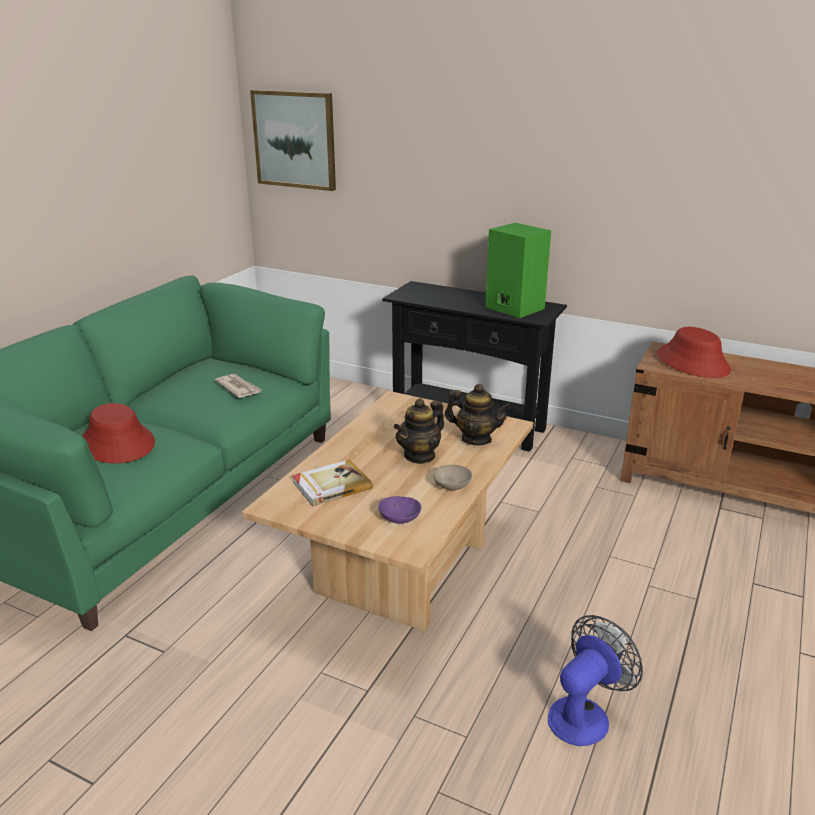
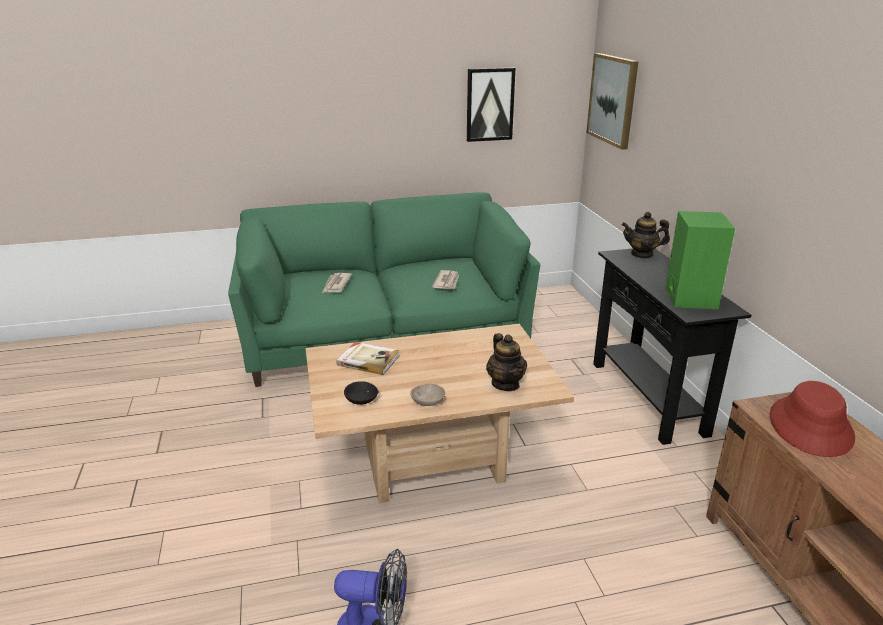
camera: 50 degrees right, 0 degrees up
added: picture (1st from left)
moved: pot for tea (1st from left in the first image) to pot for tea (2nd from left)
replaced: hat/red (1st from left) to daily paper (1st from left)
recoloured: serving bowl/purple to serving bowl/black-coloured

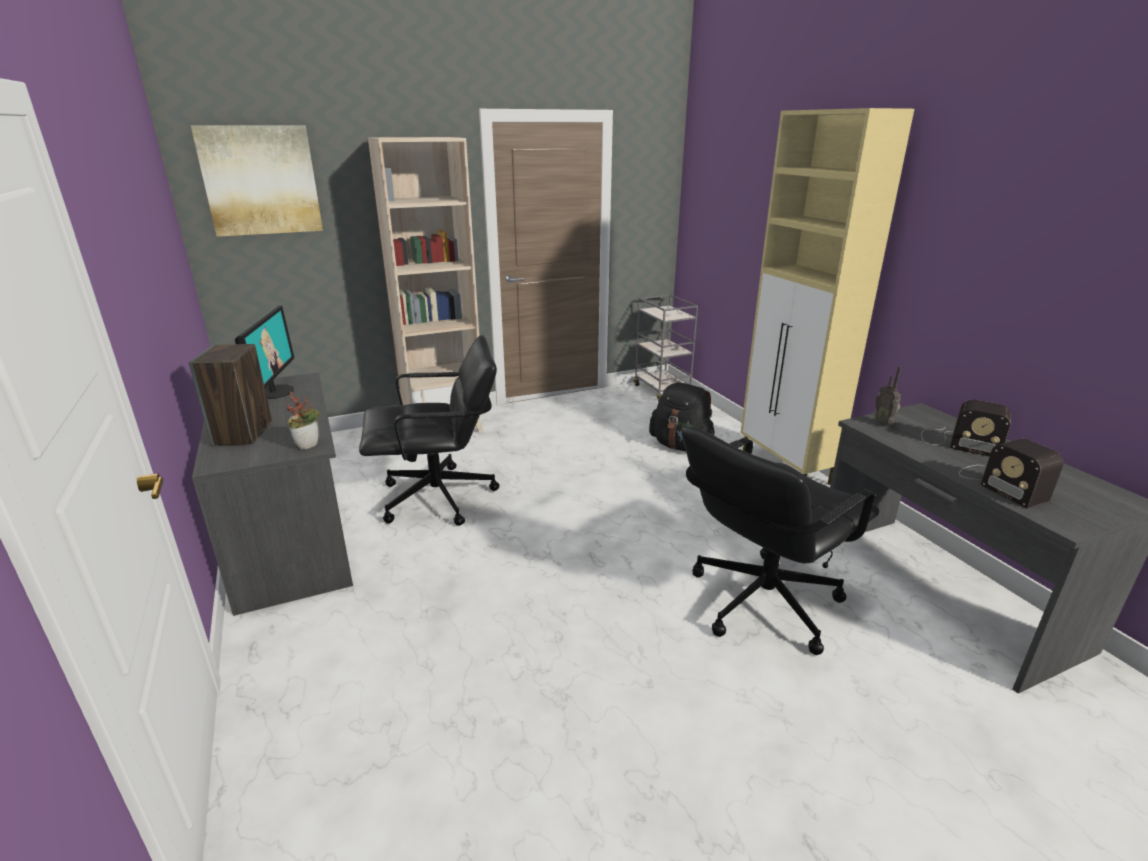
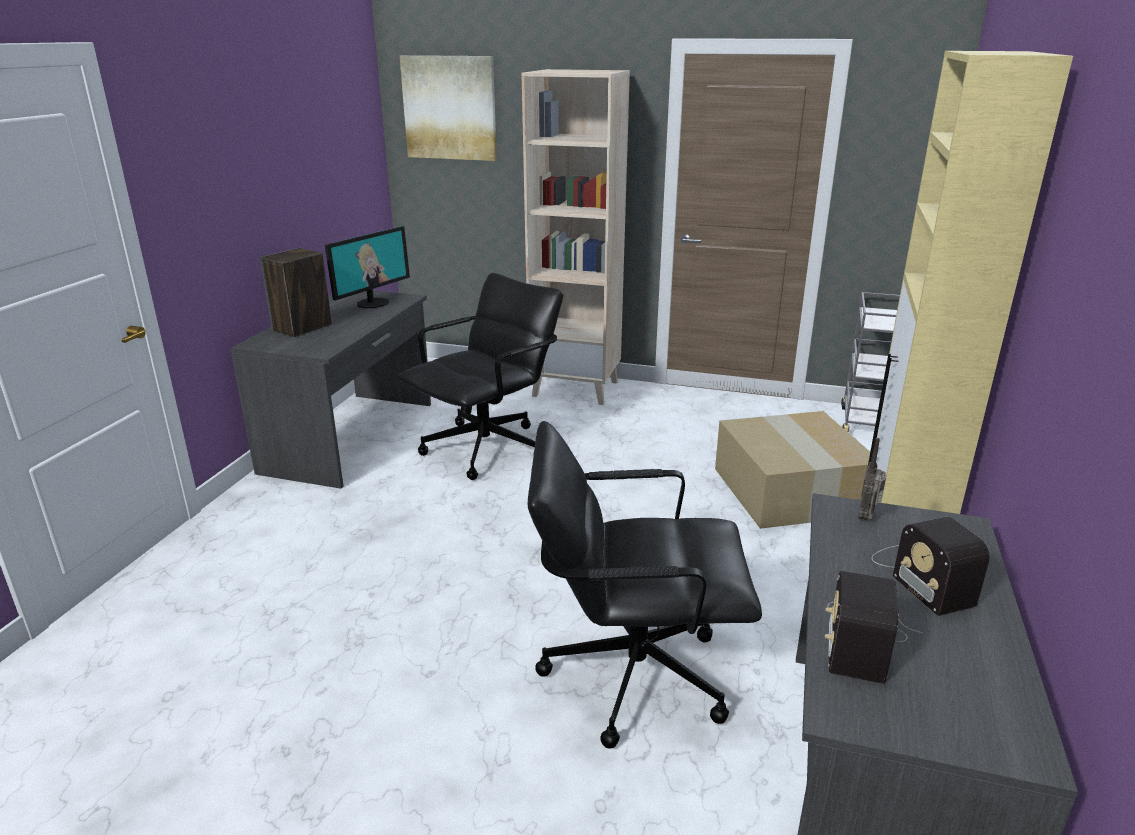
camera: 40 degrees right, 0 degrees up
removed: plant in a pot
replaced: backpack/black-coloured to cardboard box
turned: office chair/black-coloured (1st from left) 75 degrees counterclockwise

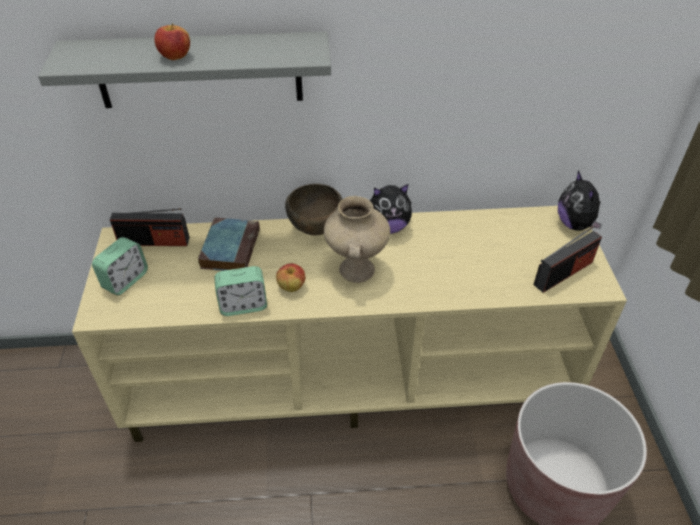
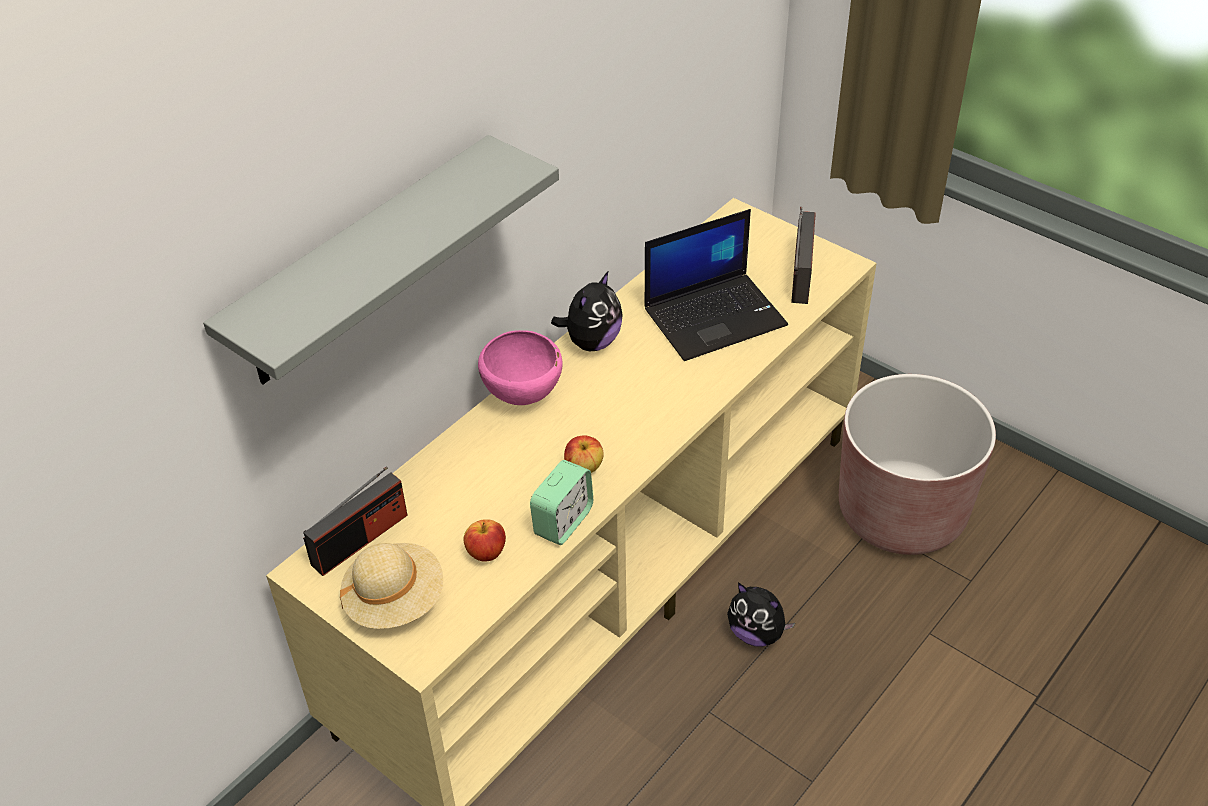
camera: 45 degrees left, 0 degrees up
removed: bound book; decorative vase/beige-coloured
added: laptop
moved: whole apple (1st from left); soft toy (2nd from left)
replaced: alarm clock (1st from left) to hat/beige-coloured
recoloured: serving bowl/brownish to serving bowl/pinkish

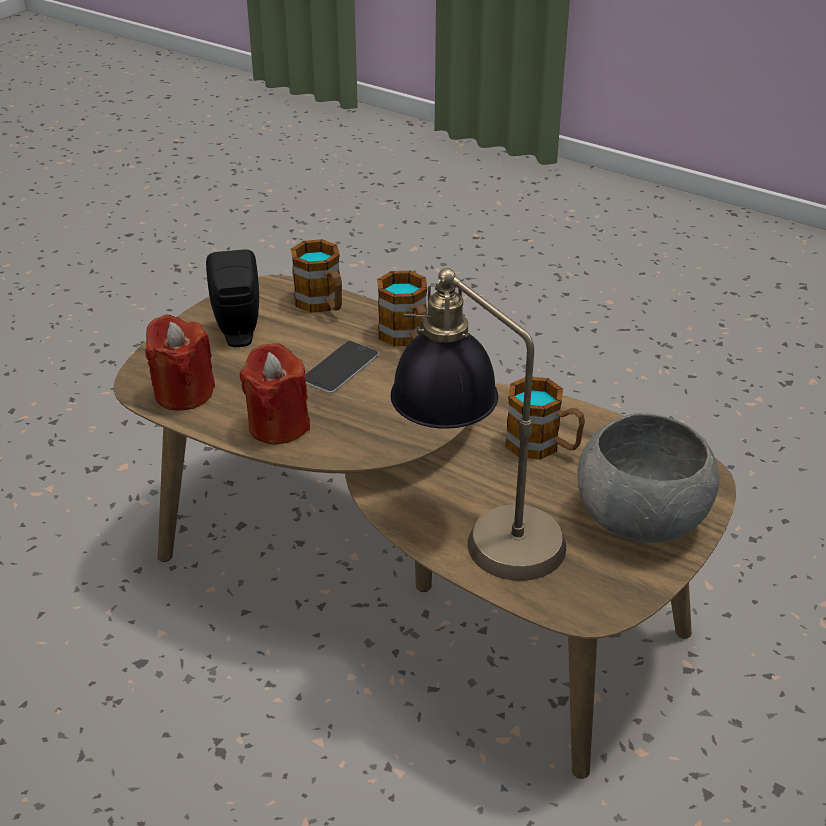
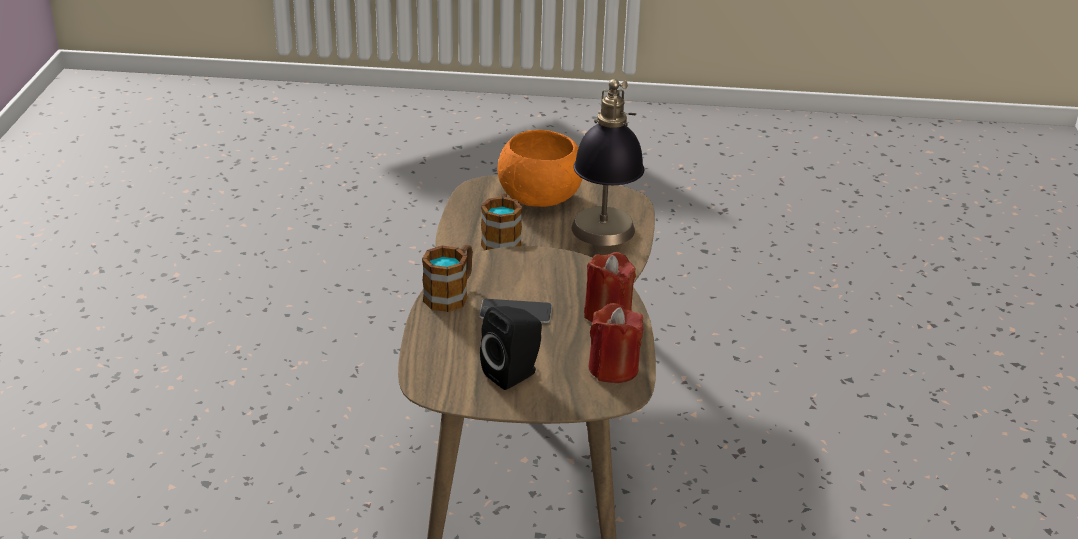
camera: 120 degrees left, 5 degrees down
removed: mug (1st from left)
recoloured: serving bowl/grey to serving bowl/orange-coloured

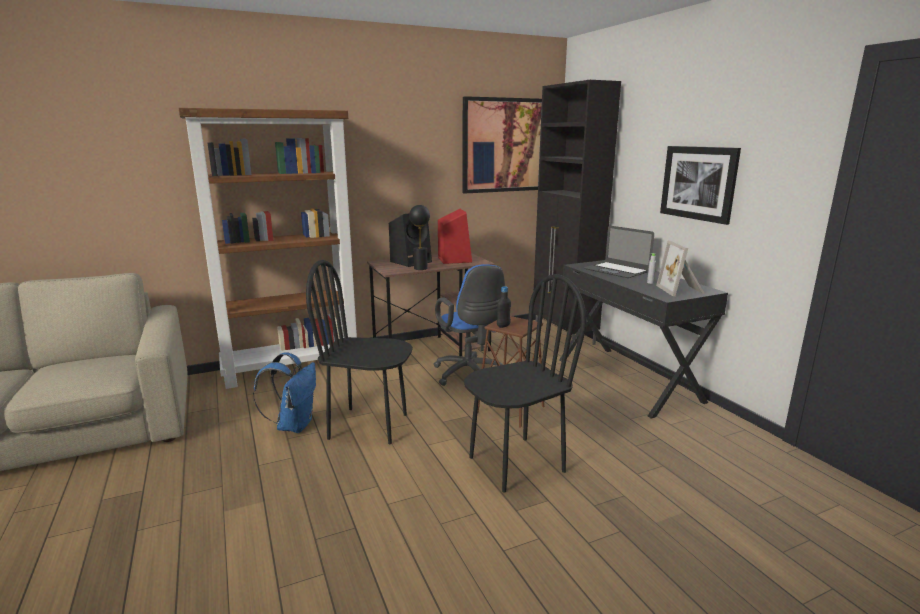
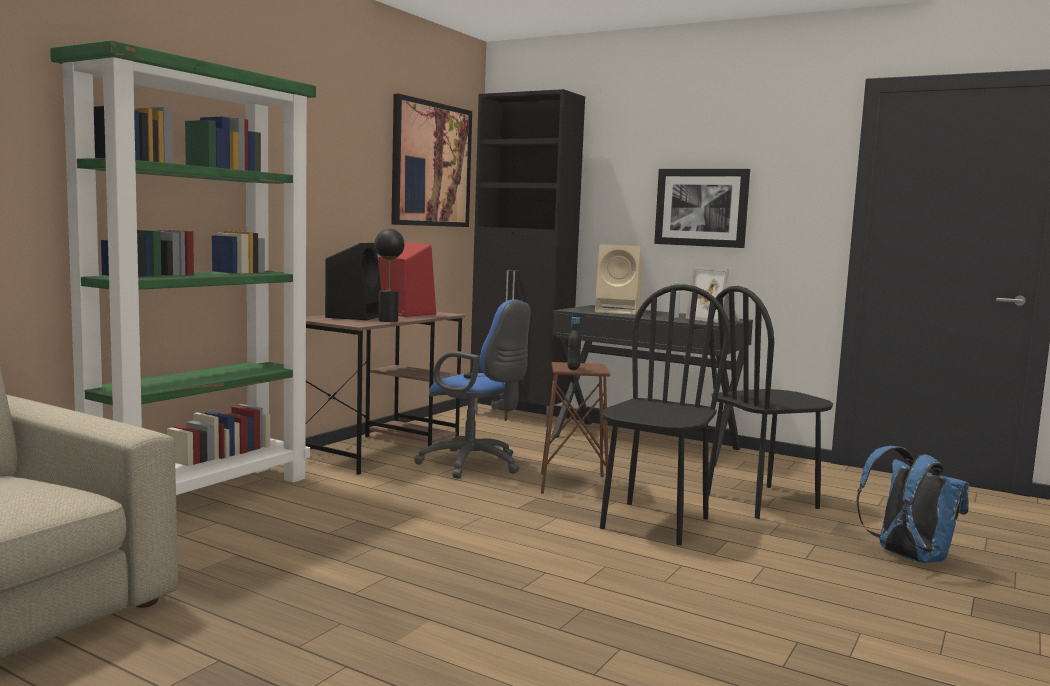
camera: 35 degrees left, 10 degrees down
moved: backpack/blue-coloured; upright chair/black-coloured (1st from left in the first image) to upright chair/black-coloured (2nd from left)
replaced: laptop to speaker/beige-coloured
recoloured: bookshelf/brownish to bookshelf/greenish

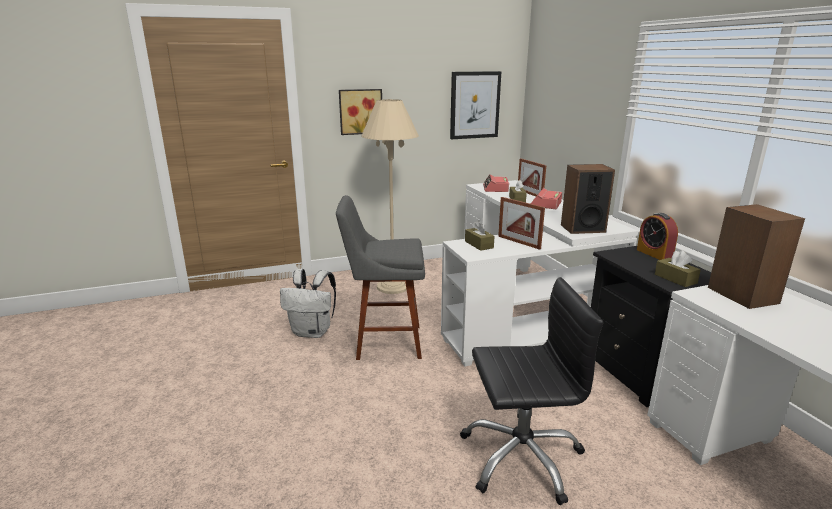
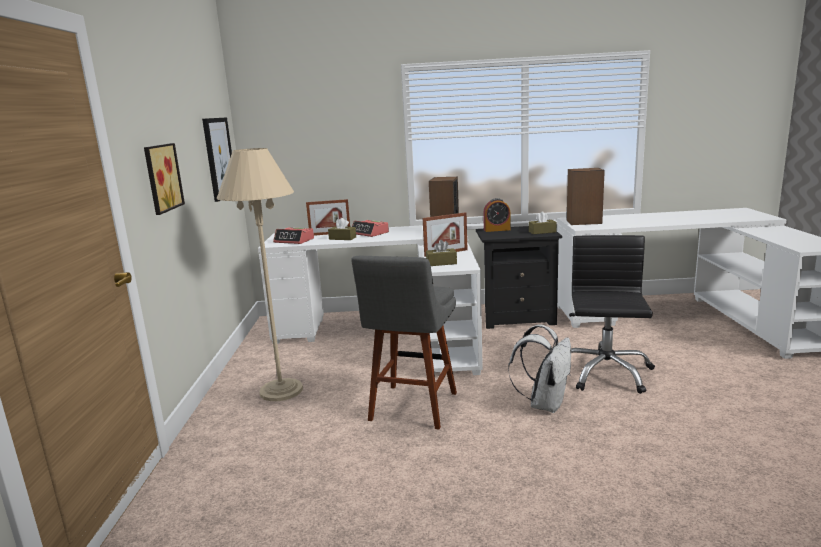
camera: 70 degrees left, 5 degrees down
moved: backpack/whitish

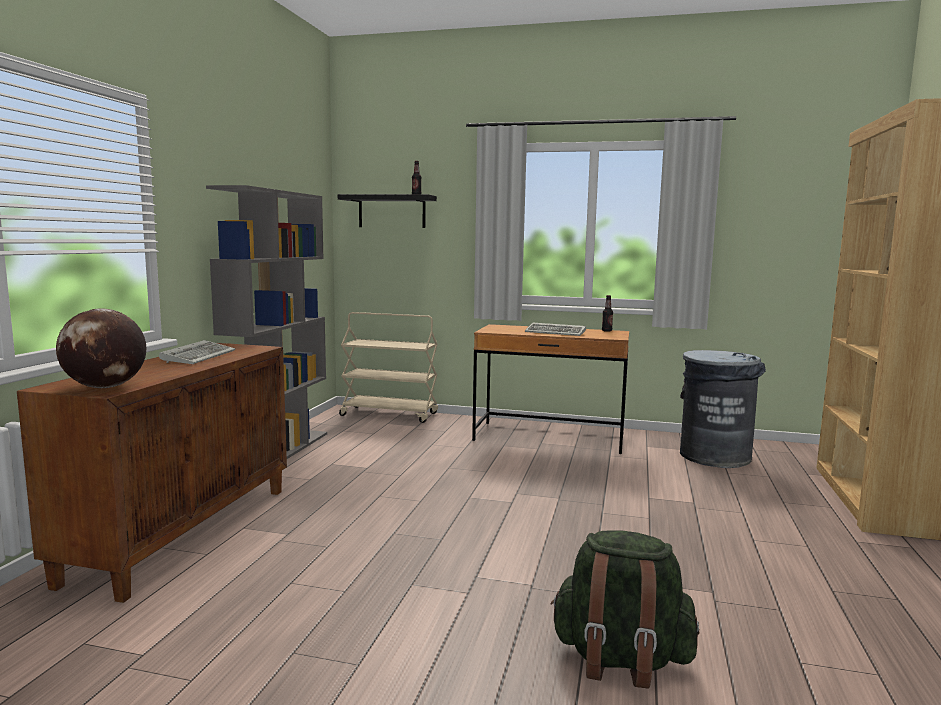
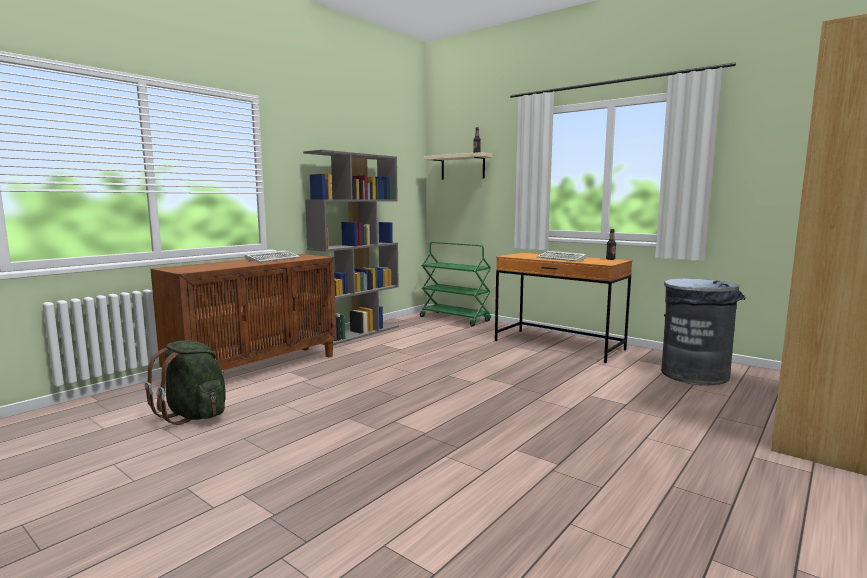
camera: 25 degrees right, 0 degrees up
removed: globe
moved: backpack/greenish
recoloured: bracket shelf/black-coloured to bracket shelf/beige-coloured; wheeled cart/beige-coloured to wheeled cart/greenish

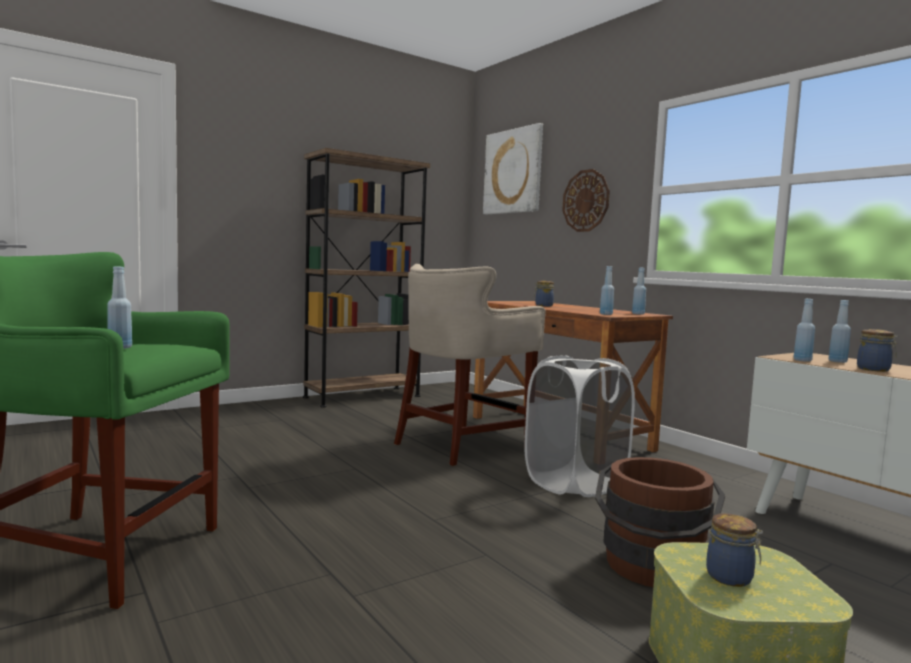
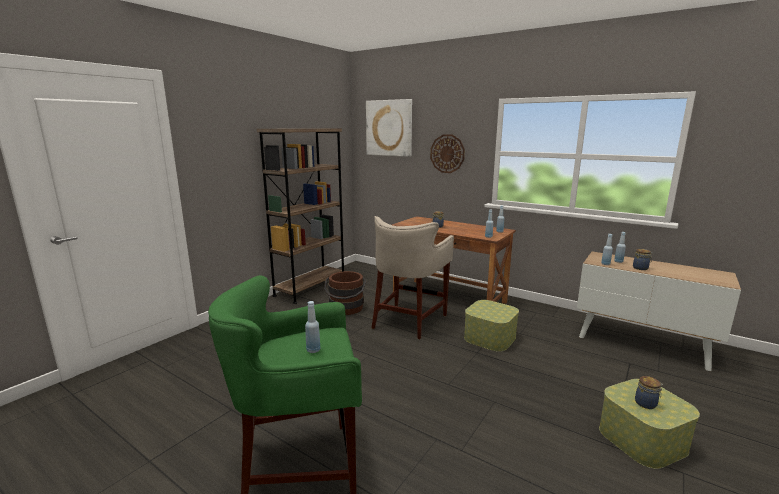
camera: 20 degrees left, 10 degrees up
moved: bucket/brownish
replaced: laundry basket/whitish to storage container (1st from left)

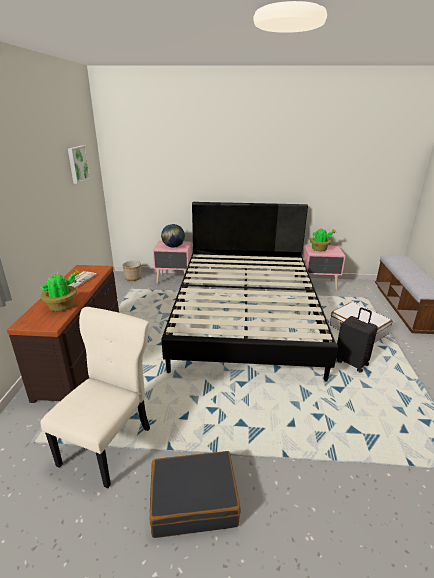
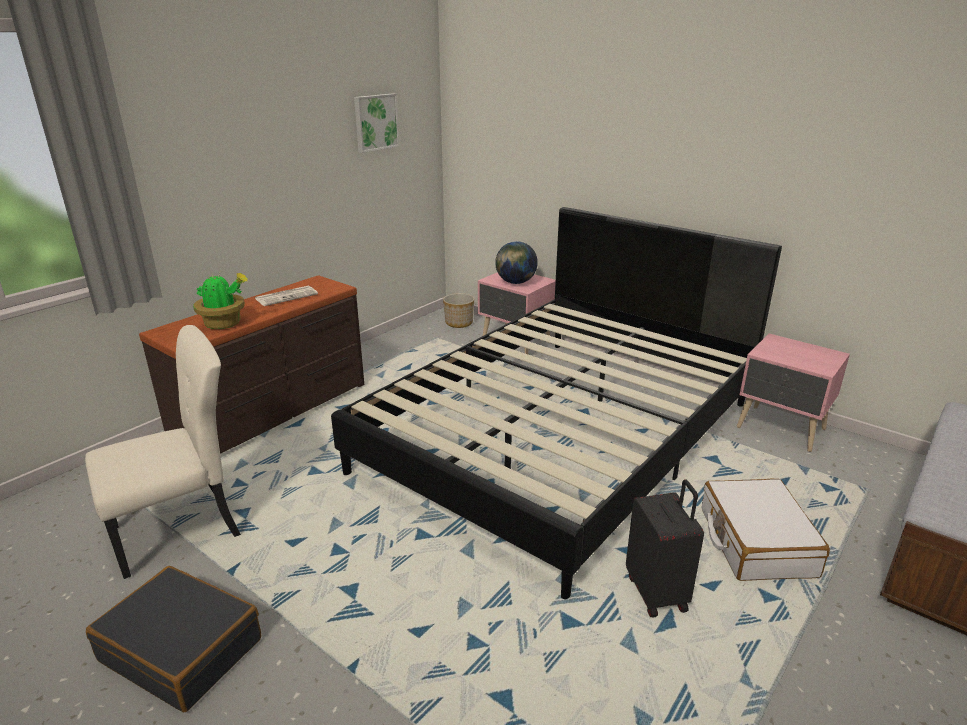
camera: 35 degrees right, 0 degrees up
removed: plant in a pot (2nd from left)

